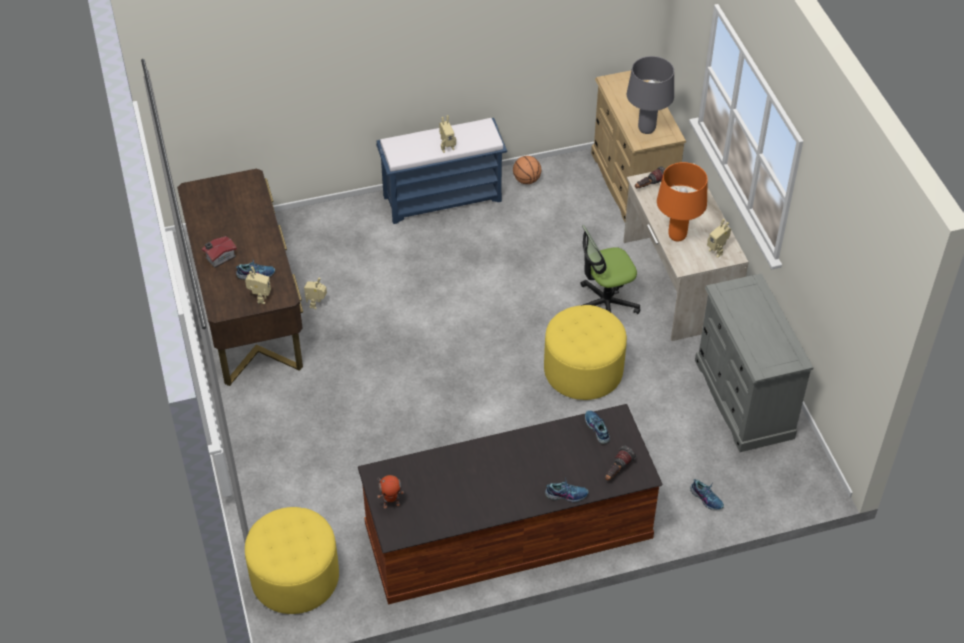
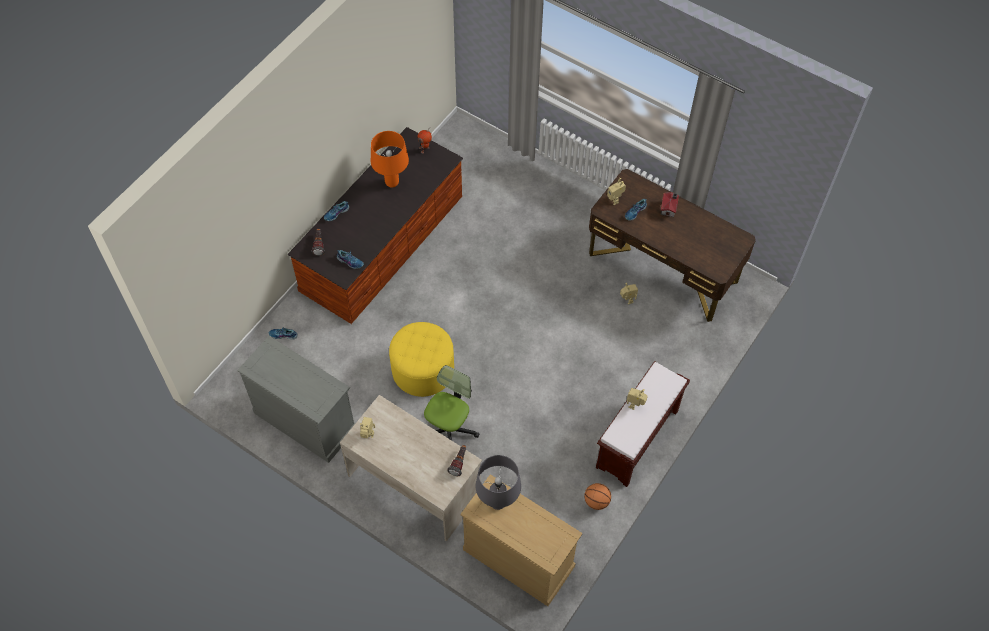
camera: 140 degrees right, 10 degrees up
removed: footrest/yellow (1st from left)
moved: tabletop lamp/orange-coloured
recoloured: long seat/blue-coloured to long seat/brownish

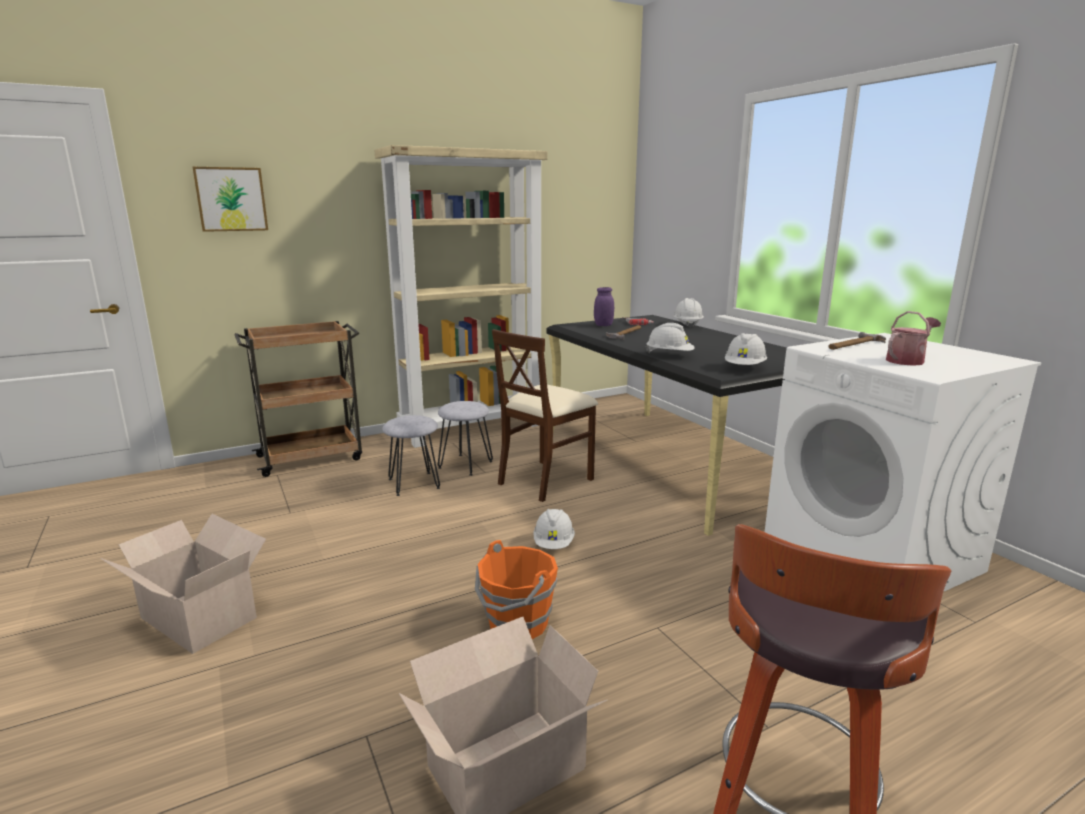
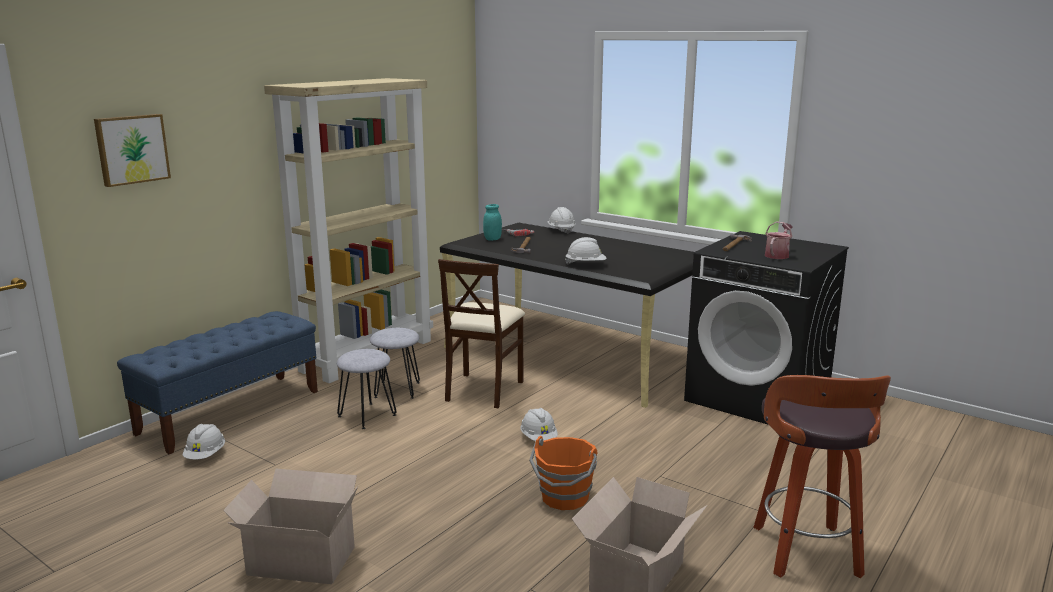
camera: 25 degrees left, 0 degrees up
moved: work helmet/whitish (4th from left in the first image) to work helmet/whitish (1st from left)
replaced: wheeled cart/brownish to long seat/blue-coloured
recoloured: jar/purple to jar/blue-green; laundry appliance/whitish to laundry appliance/black-coloured

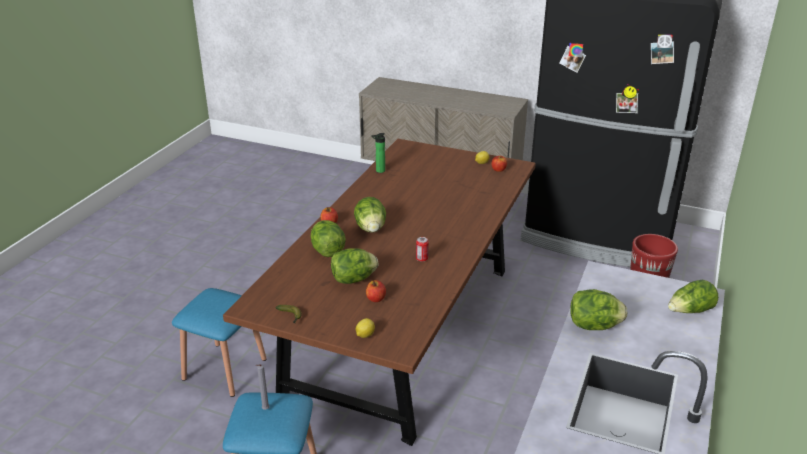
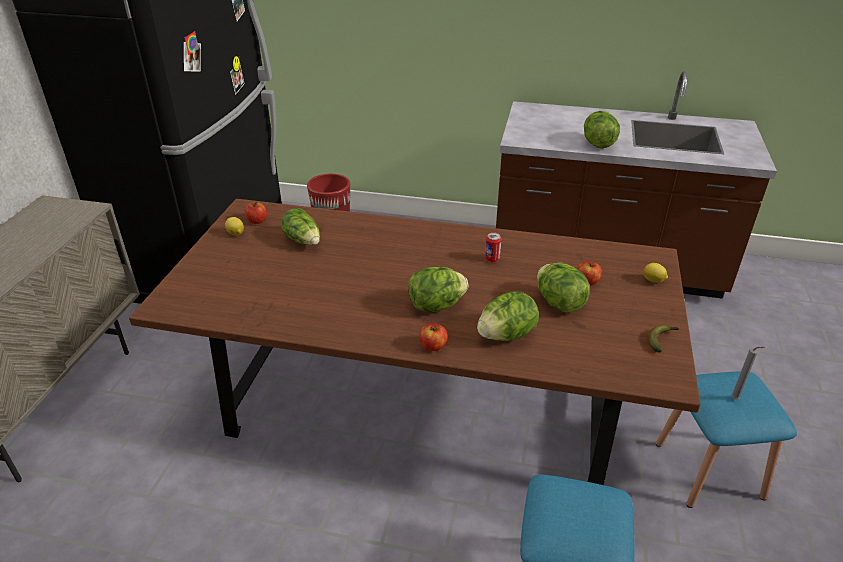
camera: 100 degrees left, 5 degrees up
removed: bottle
moved: lettuce (5th from left in the first image) to lettuce (1st from left)

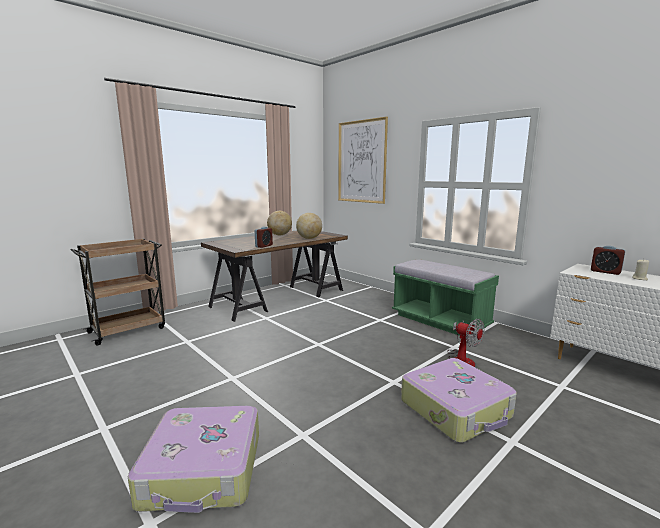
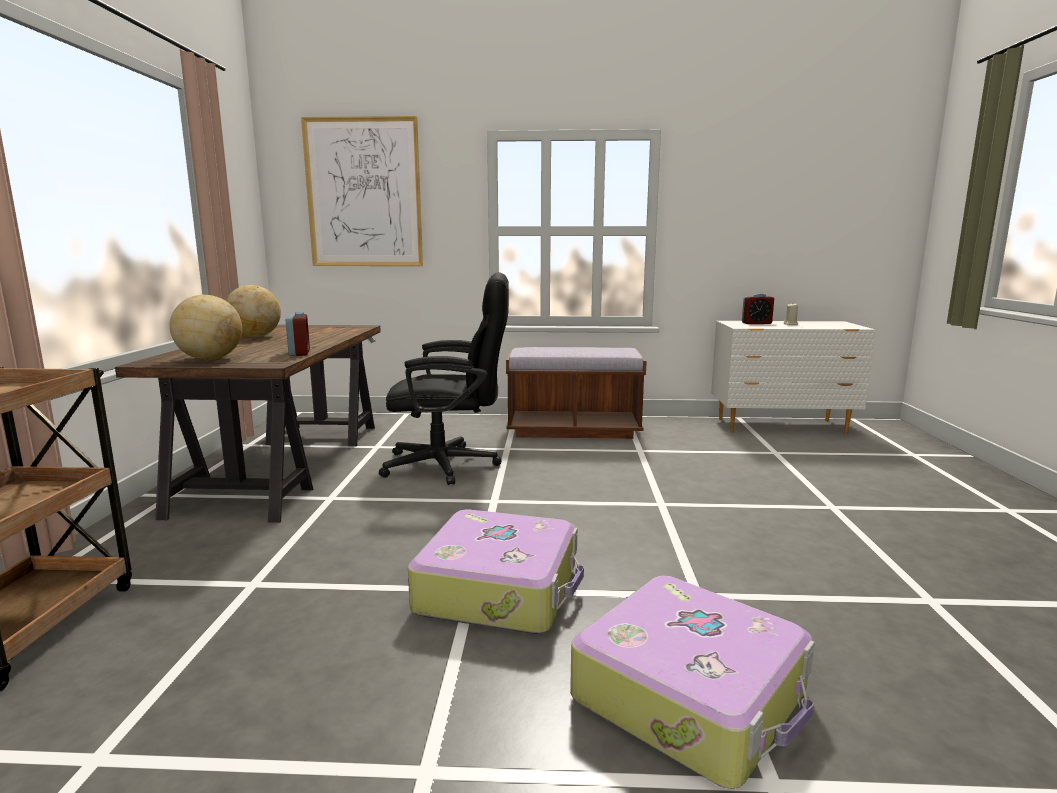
camera: 45 degrees left, 0 degrees up
removed: electric fan
added: office chair/black-coloured
moved: globe (2nd from left in the first image) to globe (1st from left); piece of luggage (2nd from left in the first image) to piece of luggage (1st from left)
recoloured: long seat/greenish to long seat/brownish

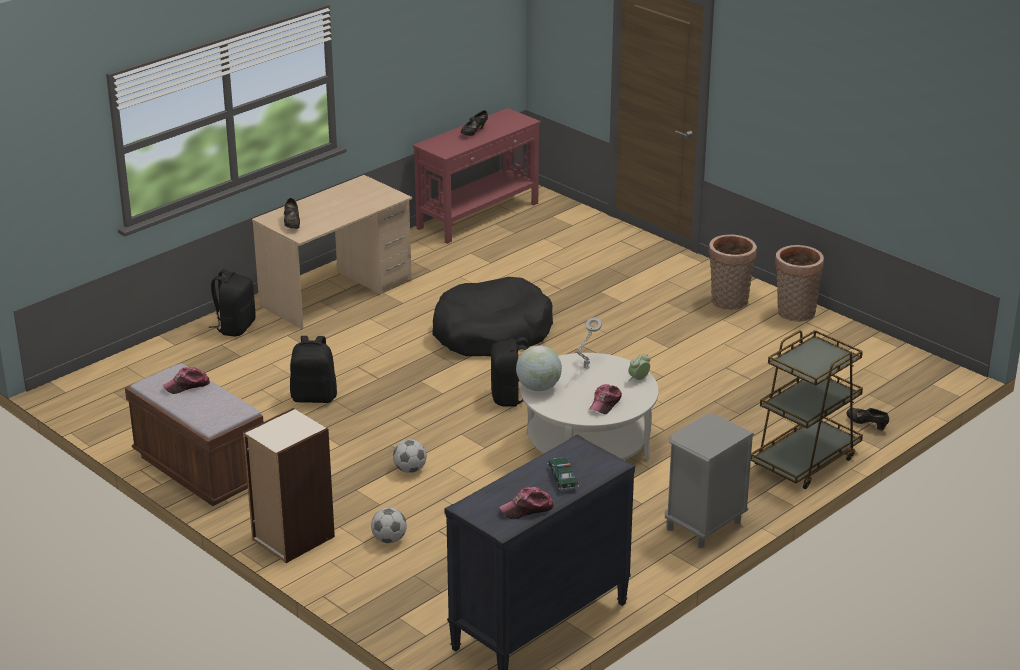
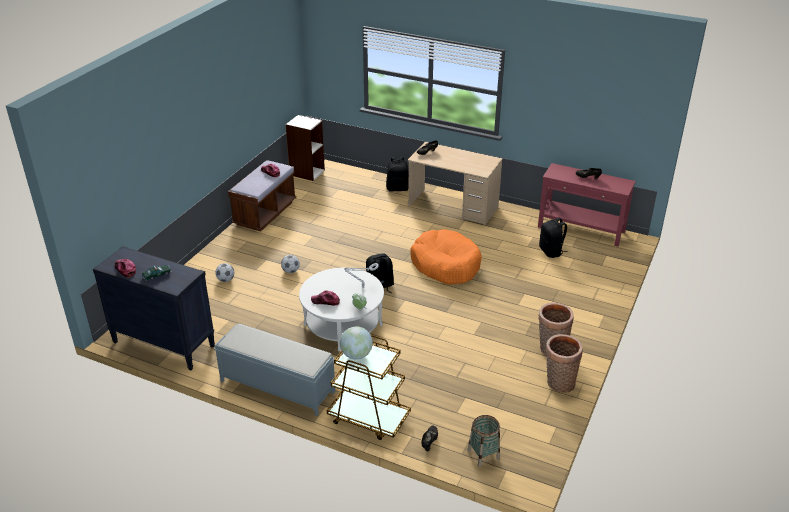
camera: 70 degrees right, 5 degrees up
added: storage basket (1st from left)
moved: bookshelf; backpack/black-coloured (2nd from left in the first image) to backpack/black-coloured (3rd from left); globe
replaced: nightstand/grey to long seat/grey
recoloured: dog cushion/black-coloured to dog cushion/orange-coloured

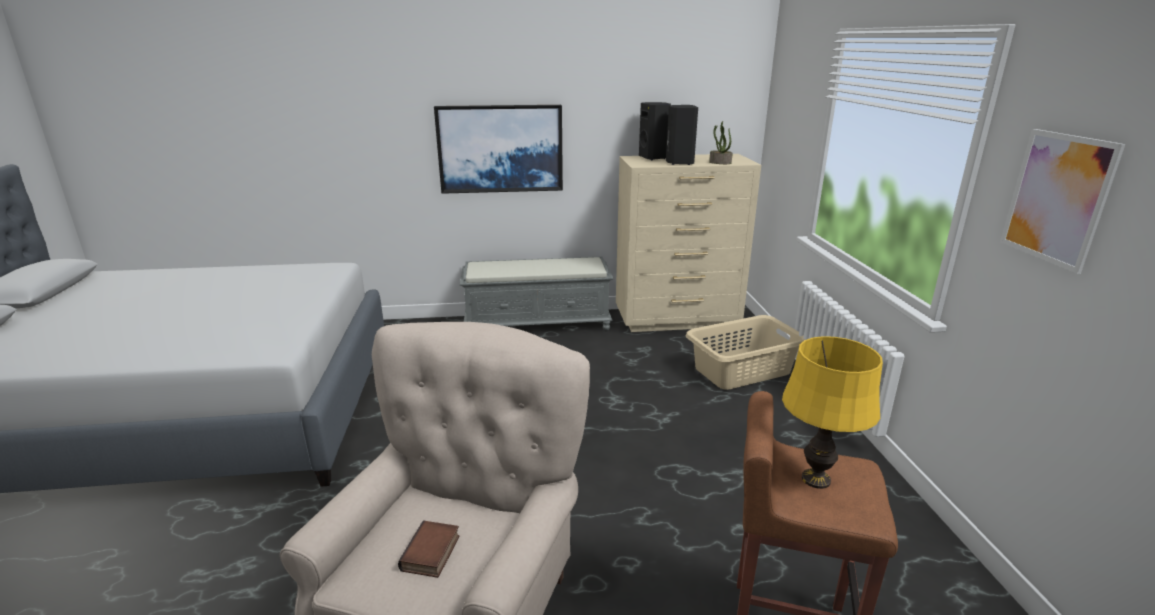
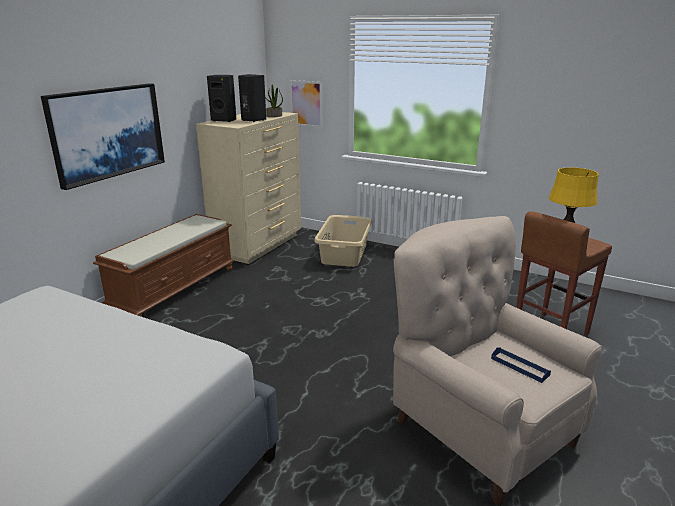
camera: 55 degrees left, 0 degrees up
moved: picture (2nd from left)
replaced: bound book to serving tray/blue-coloured
recoloured: long seat/grey to long seat/brownish

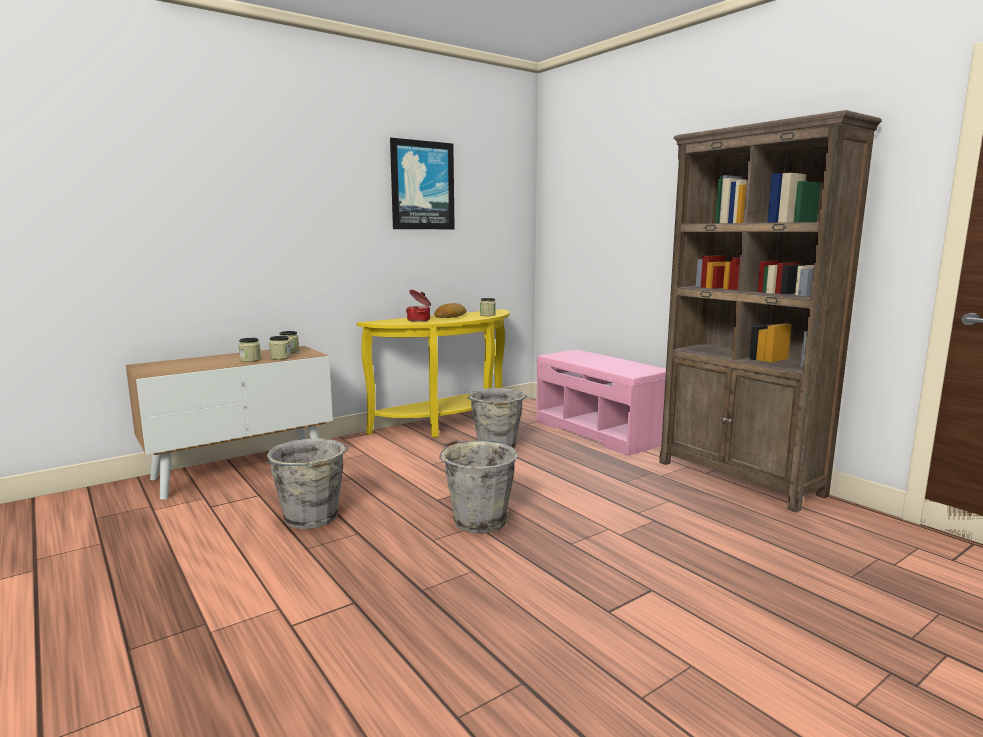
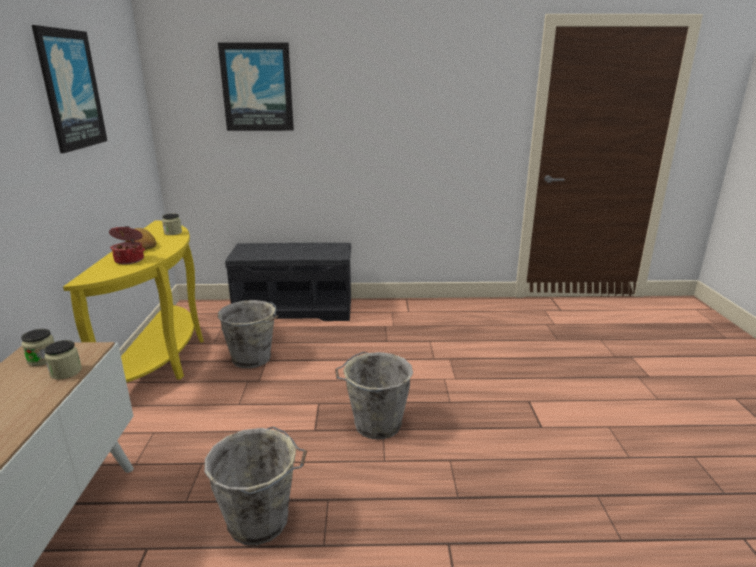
camera: 55 degrees left, 10 degrees up
removed: jar (1st from left); bookshelf/brownish
added: picture (2nd from left)
recoloured: long seat/pinkish to long seat/grey

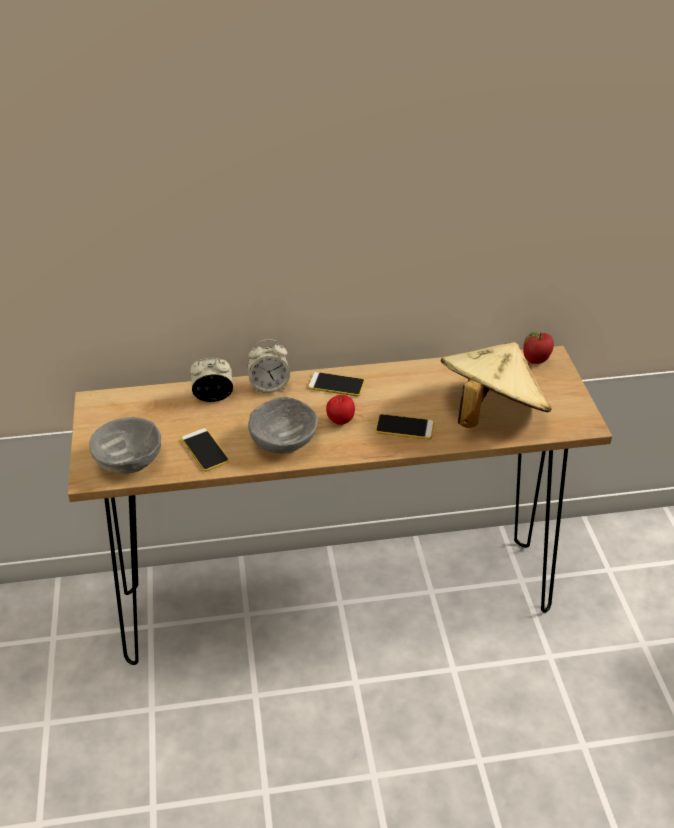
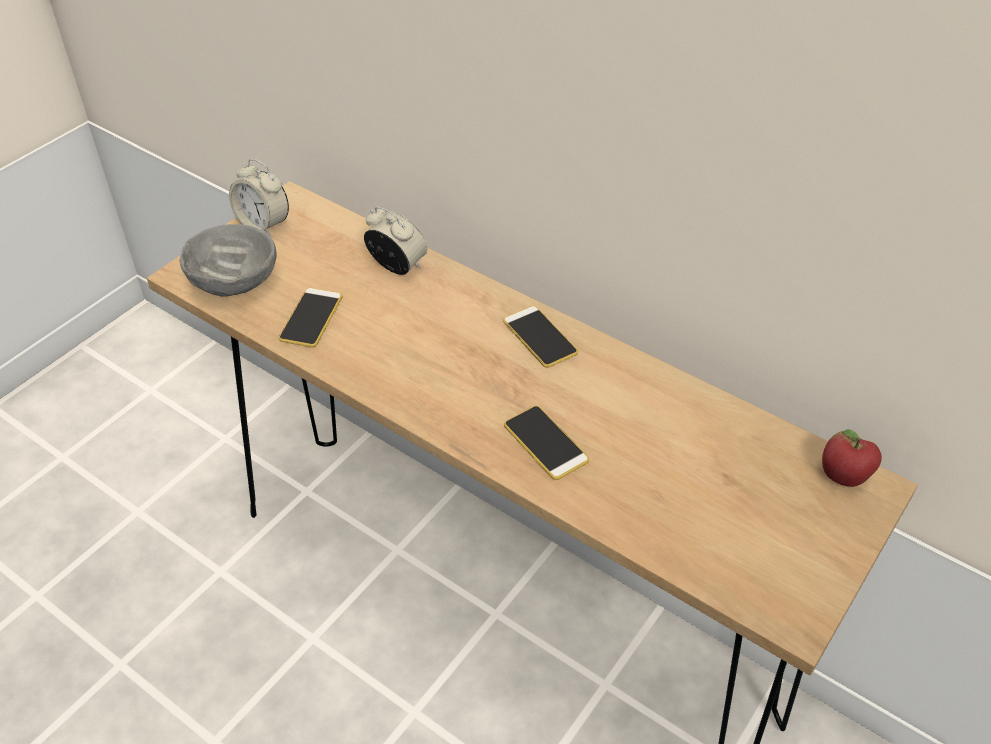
camera: 45 degrees right, 5 degrees up
removed: serving bowl/grey (2nd from left); whole apple (1st from left); hat/beige-coloured
moved: alarm clock (2nd from left in the first image) to alarm clock (1st from left)

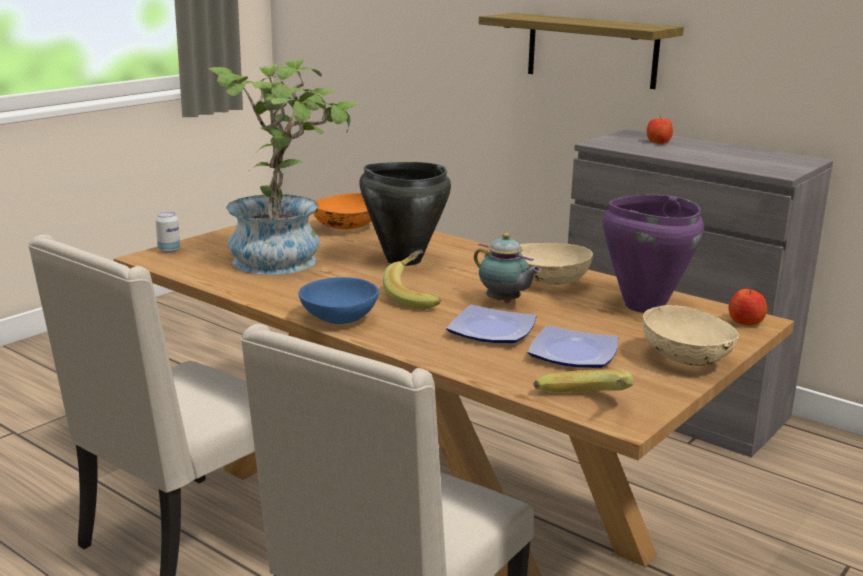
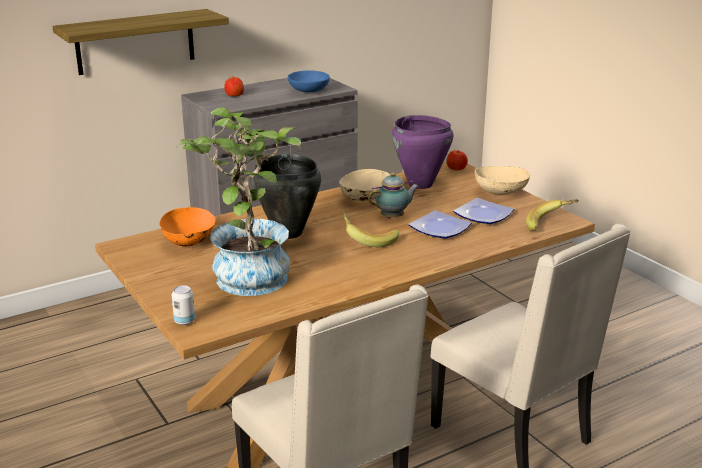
camera: 70 degrees left, 5 degrees up
moved: serving bowl/blue-coloured

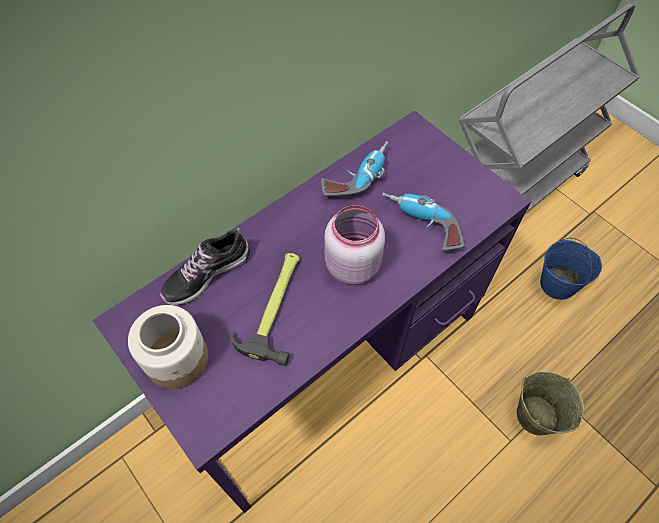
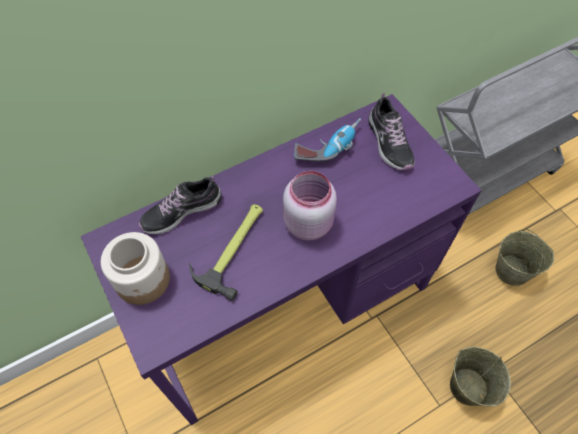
camera: 10 degrees right, 0 degrees up
removed: electric drill (2nd from left)
added: low shoe (2nd from left)
recoloured: bucket/blue-coloured to bucket/beige-coloured (2nd from left)

